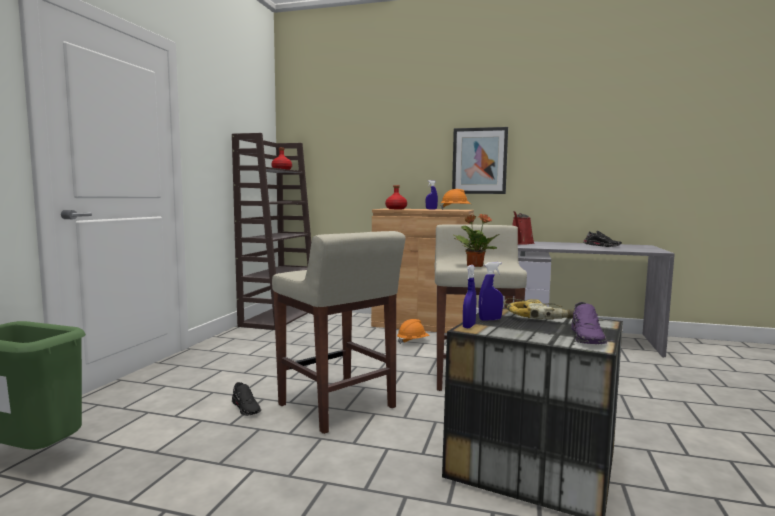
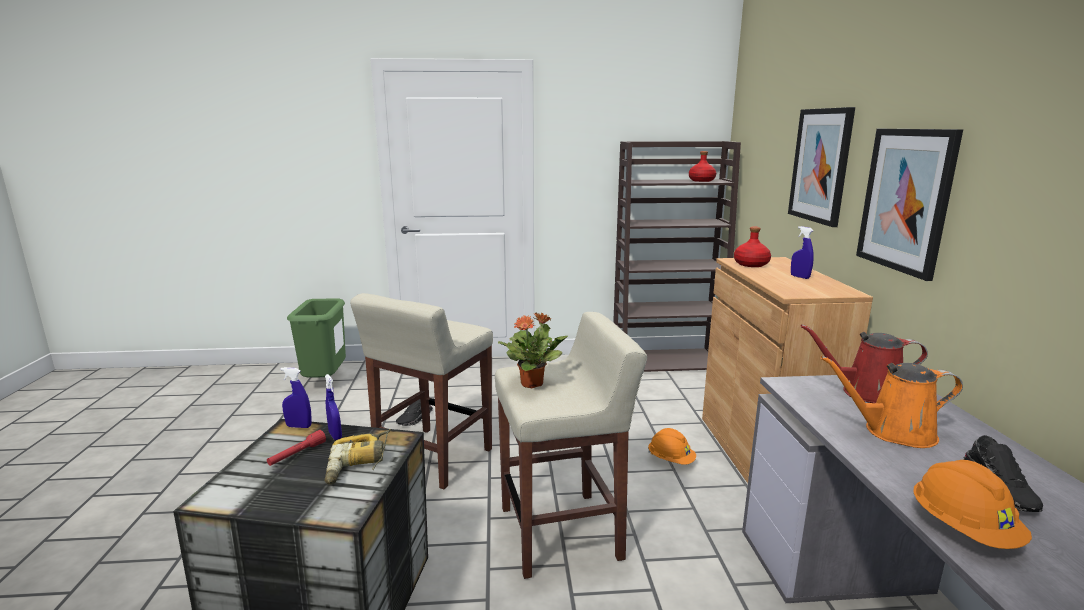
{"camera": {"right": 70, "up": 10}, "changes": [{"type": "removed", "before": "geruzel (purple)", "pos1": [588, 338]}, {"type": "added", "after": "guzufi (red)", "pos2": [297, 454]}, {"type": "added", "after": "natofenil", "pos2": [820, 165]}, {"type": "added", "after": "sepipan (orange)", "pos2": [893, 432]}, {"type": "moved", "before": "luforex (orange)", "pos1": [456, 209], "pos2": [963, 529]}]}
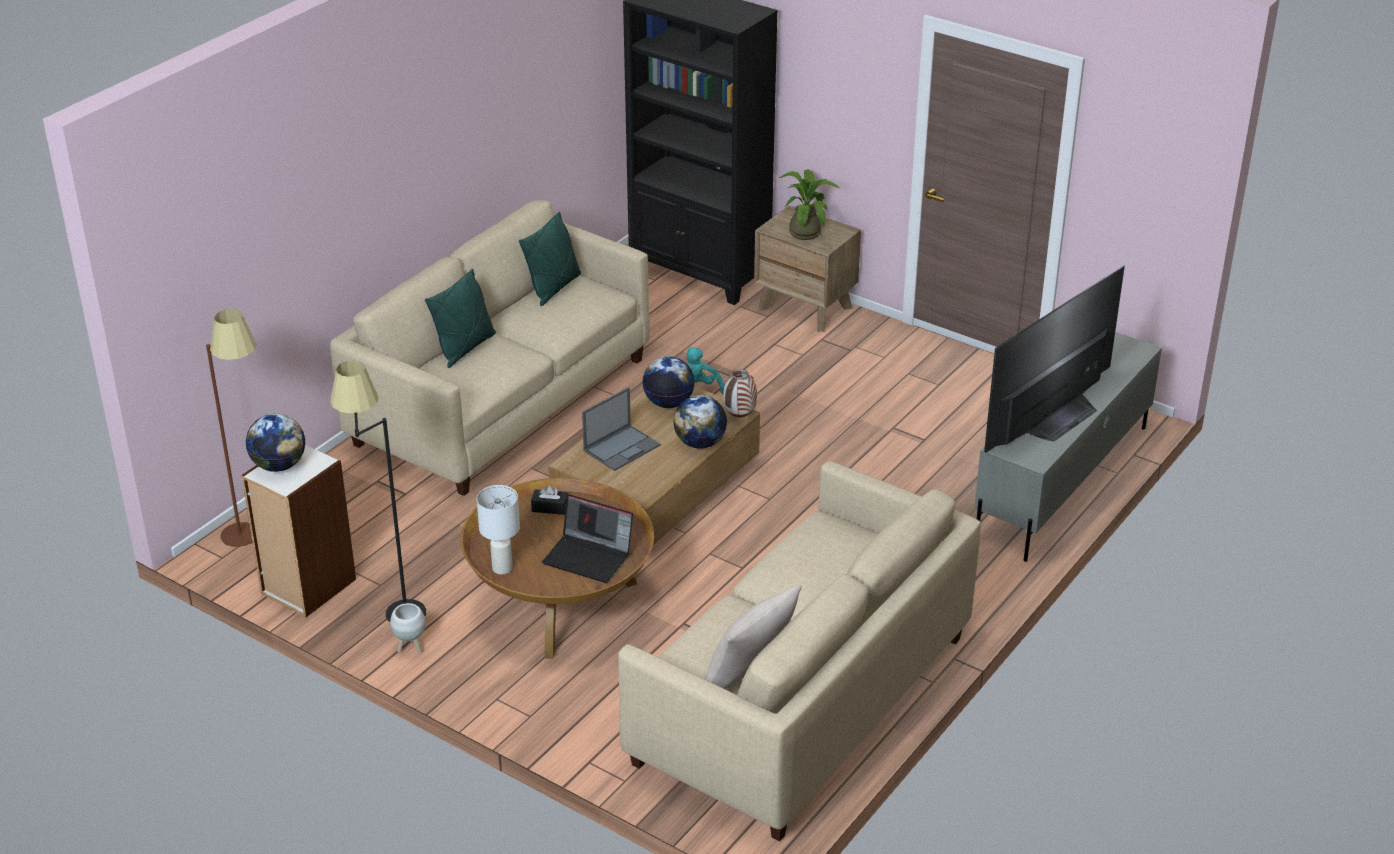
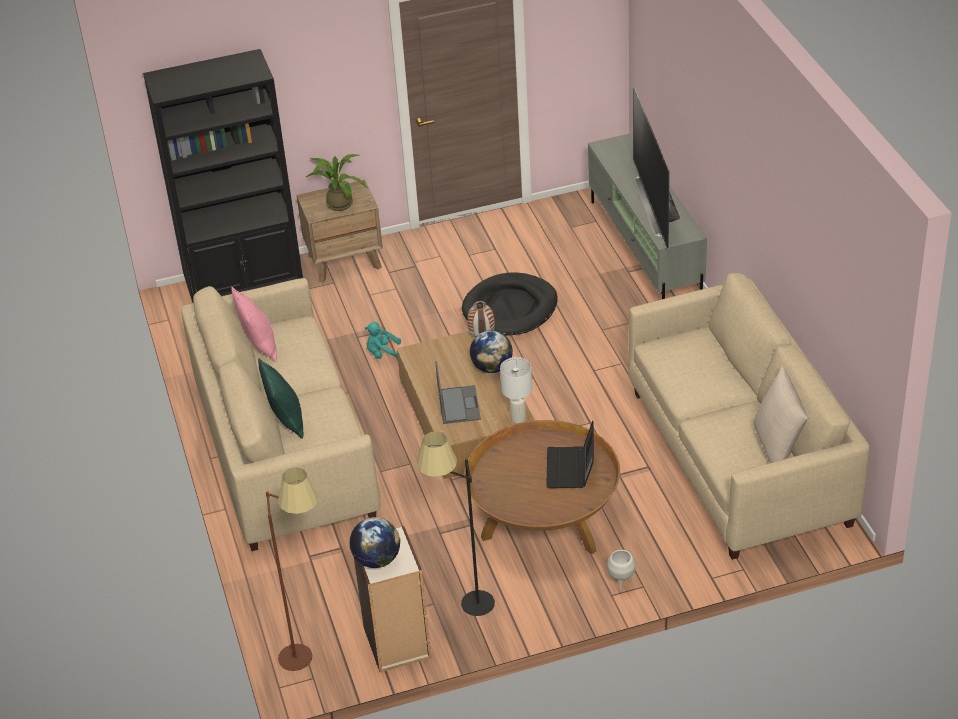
{"camera": {"right": -50, "up": 5}, "changes": [{"type": "removed", "before": "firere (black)", "pos1": [550, 508]}, {"type": "removed", "before": "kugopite", "pos1": [668, 403]}, {"type": "added", "after": "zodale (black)", "pos2": [510, 308]}, {"type": "moved", "before": "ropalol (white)", "pos1": [410, 648], "pos2": [621, 584]}, {"type": "moved", "before": "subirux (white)", "pos1": [502, 568], "pos2": [518, 418]}, {"type": "recoloured", "before": "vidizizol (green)", "after": "vidizizol (pink)", "pos1": [554, 288], "pos2": [260, 346]}, {"type": "turned", "before": "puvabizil", "pos1": [589, 557], "pos2": [571, 469], "turn": 120}]}
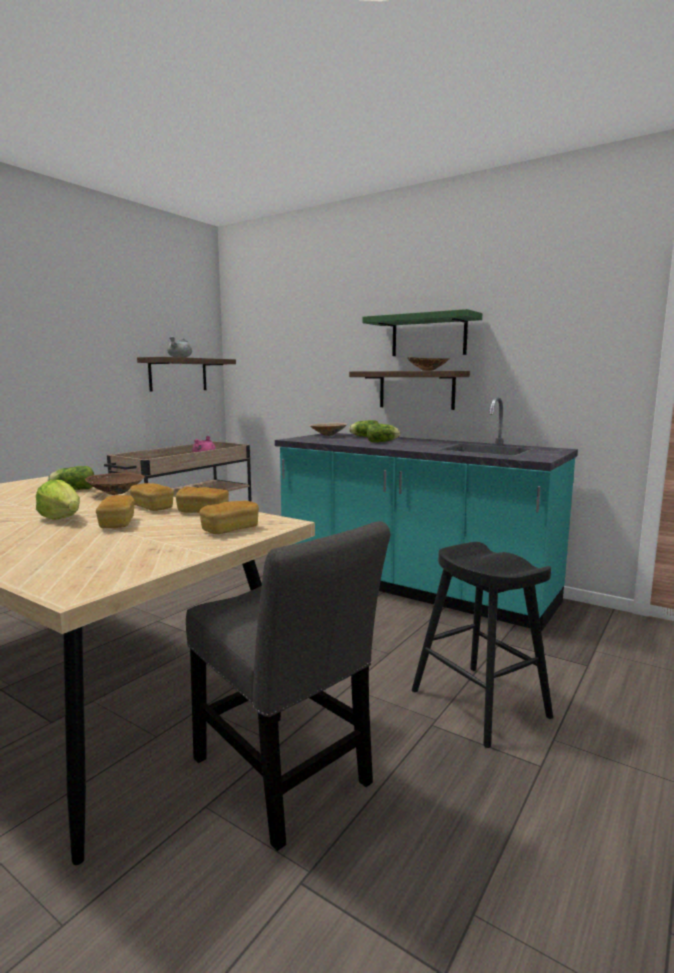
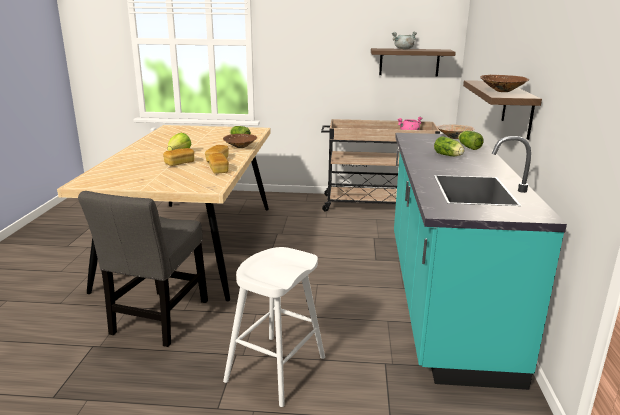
{"camera": {"right": 60, "up": 10}, "changes": [{"type": "removed", "before": "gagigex", "pos1": [230, 529]}, {"type": "removed", "before": "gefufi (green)", "pos1": [428, 336]}, {"type": "recoloured", "before": "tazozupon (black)", "after": "tazozupon (white)", "pos1": [479, 704], "pos2": [275, 369]}]}
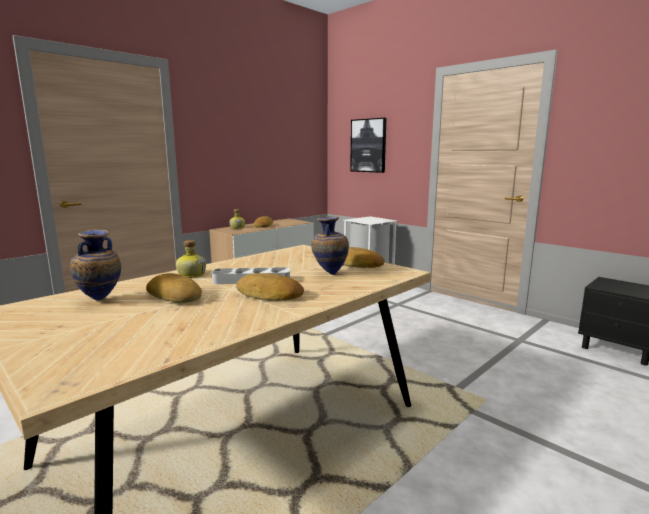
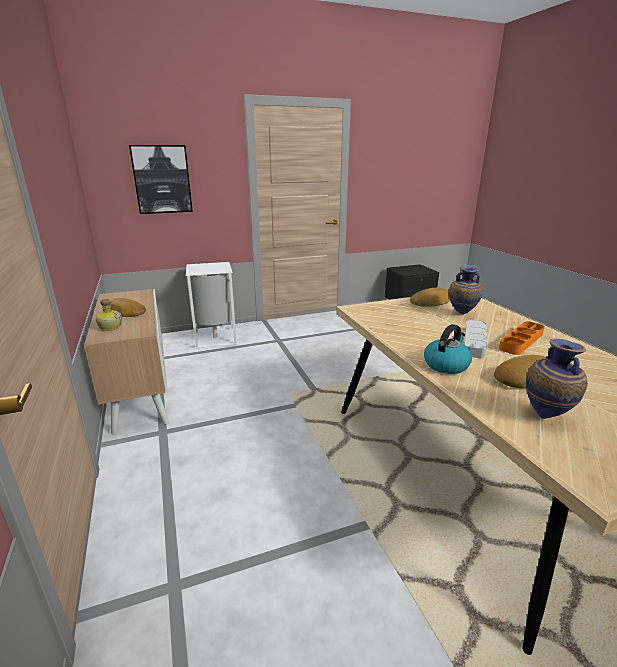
{"camera": {"right": -65, "up": 10}, "changes": [{"type": "replaced", "before": "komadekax", "after": "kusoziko", "pos1": [191, 274], "pos2": [446, 365]}, {"type": "replaced", "before": "gagigex", "after": "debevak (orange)", "pos1": [269, 294], "pos2": [521, 341]}]}
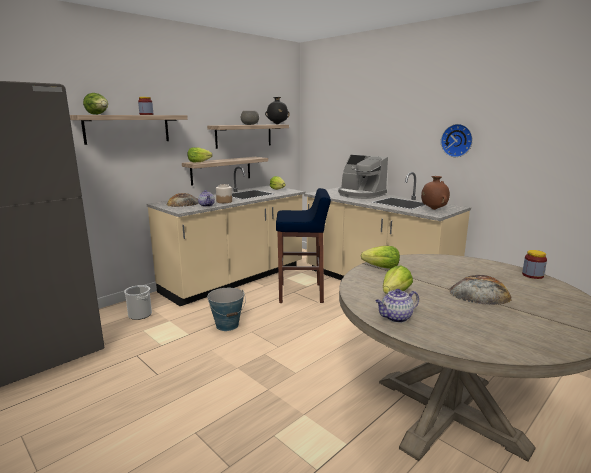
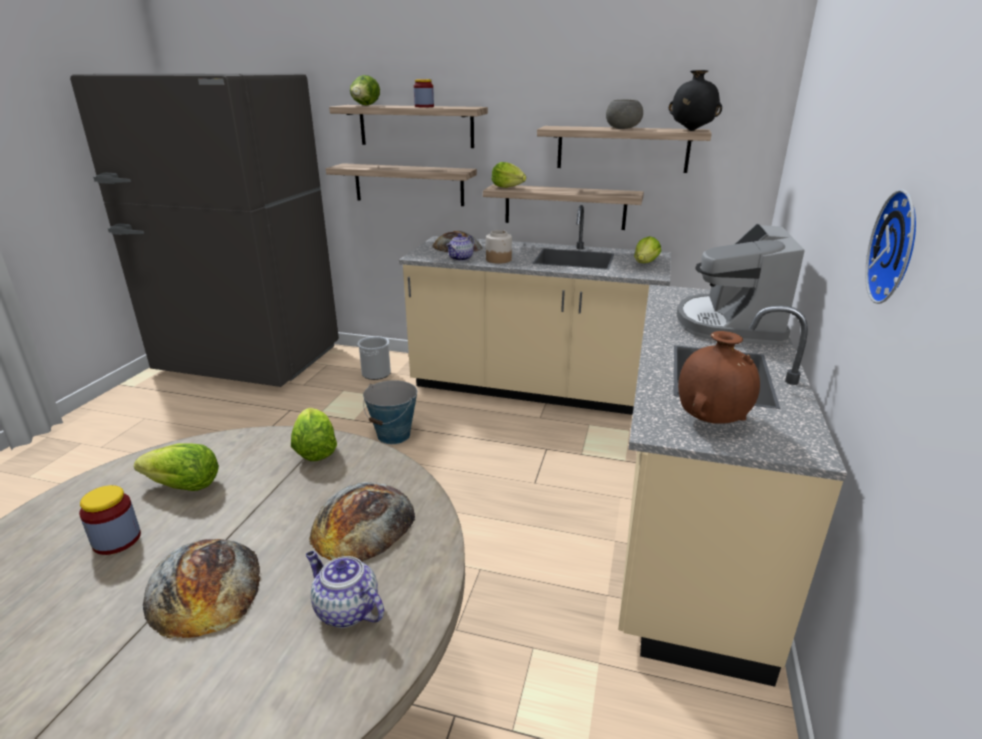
{"camera": {"right": 60, "up": 10}, "changes": [{"type": "removed", "before": "tazozupon (blue)", "pos1": [302, 293]}, {"type": "added", "after": "gagigex", "pos2": [363, 523]}, {"type": "added", "after": "gefufi", "pos2": [408, 184]}, {"type": "moved", "before": "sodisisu", "pos1": [396, 318], "pos2": [345, 610]}, {"type": "moved", "before": "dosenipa", "pos1": [532, 275], "pos2": [117, 540]}]}
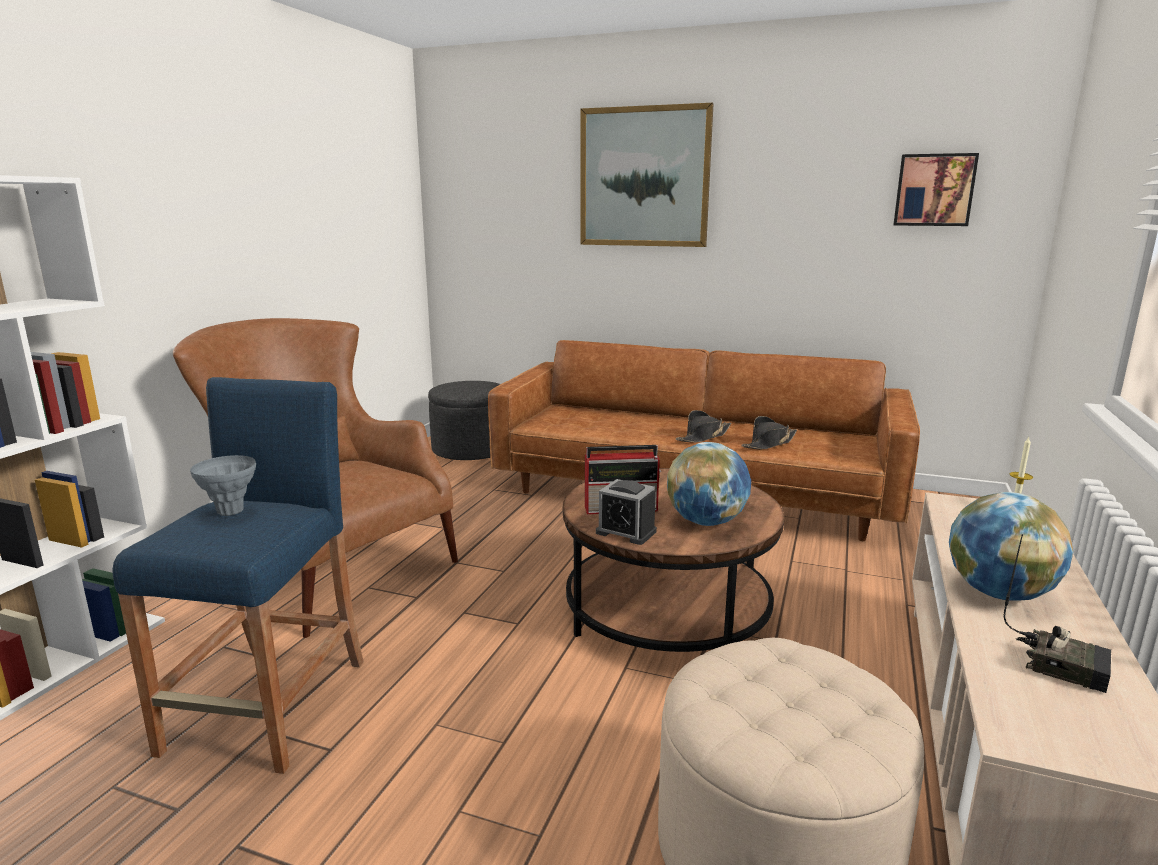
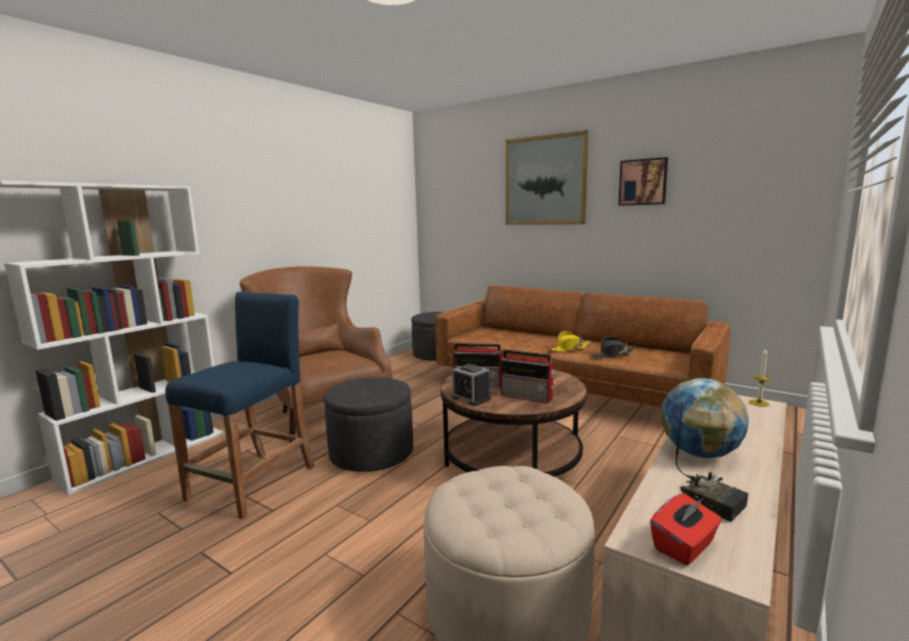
{"camera": {"right": 15, "up": -5}, "changes": [{"type": "removed", "before": "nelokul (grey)", "pos1": [230, 512]}, {"type": "added", "after": "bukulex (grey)", "pos2": [371, 453]}, {"type": "added", "after": "firere (red)", "pos2": [684, 546]}, {"type": "moved", "before": "natofenil", "pos1": [934, 190], "pos2": [643, 182]}, {"type": "replaced", "before": "kugopite", "after": "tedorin", "pos1": [706, 522], "pos2": [528, 396]}, {"type": "recoloured", "before": "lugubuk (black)", "after": "lugubuk (yellow)", "pos1": [703, 437], "pos2": [569, 349]}]}
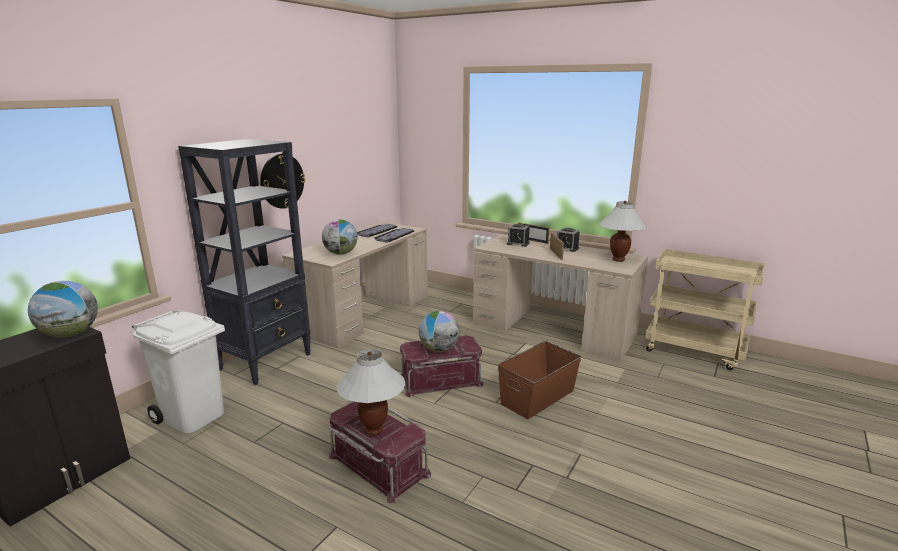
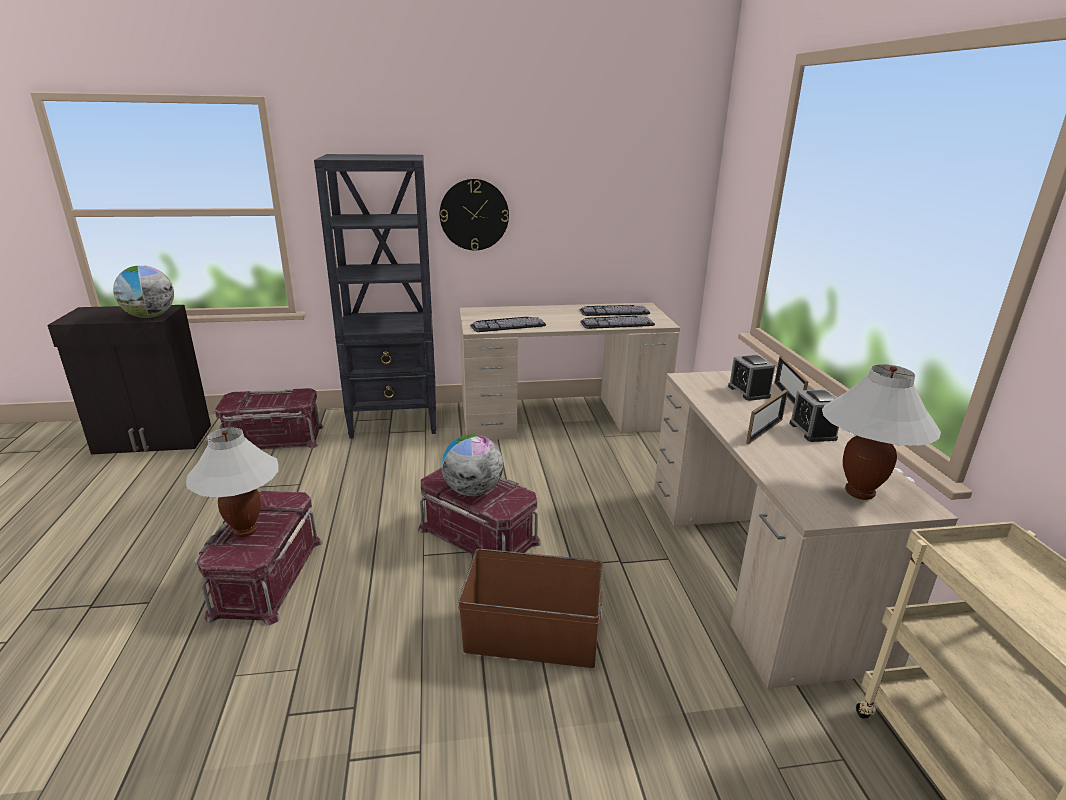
{"camera": {"right": 50, "up": 5}, "changes": [{"type": "replaced", "before": "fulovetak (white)", "after": "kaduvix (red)", "pos1": [192, 416], "pos2": [273, 439]}, {"type": "replaced", "before": "kugopite", "after": "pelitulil", "pos1": [341, 253], "pos2": [507, 324]}]}
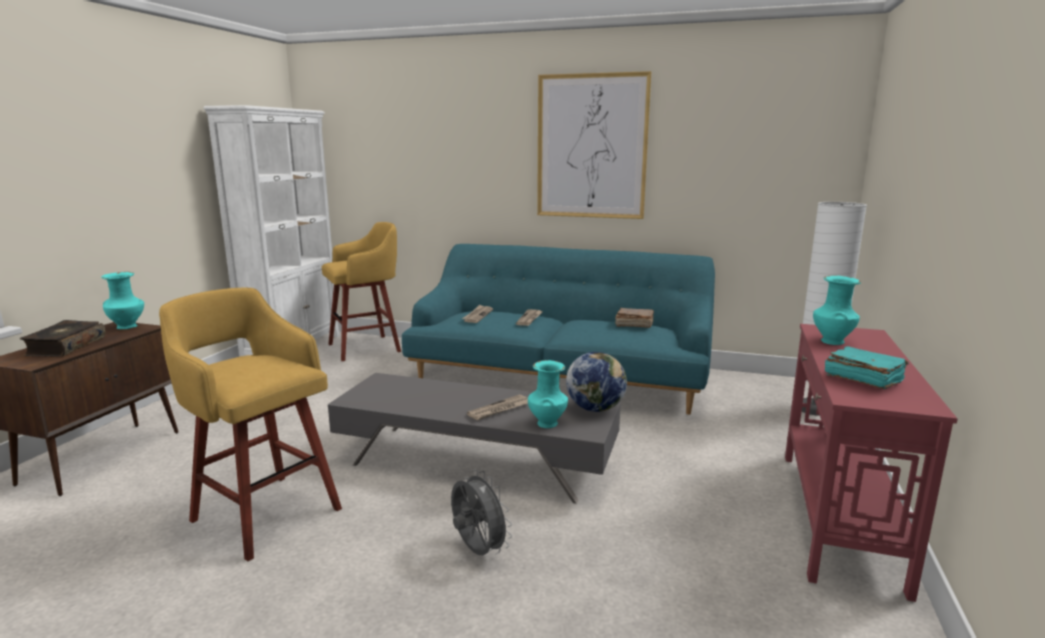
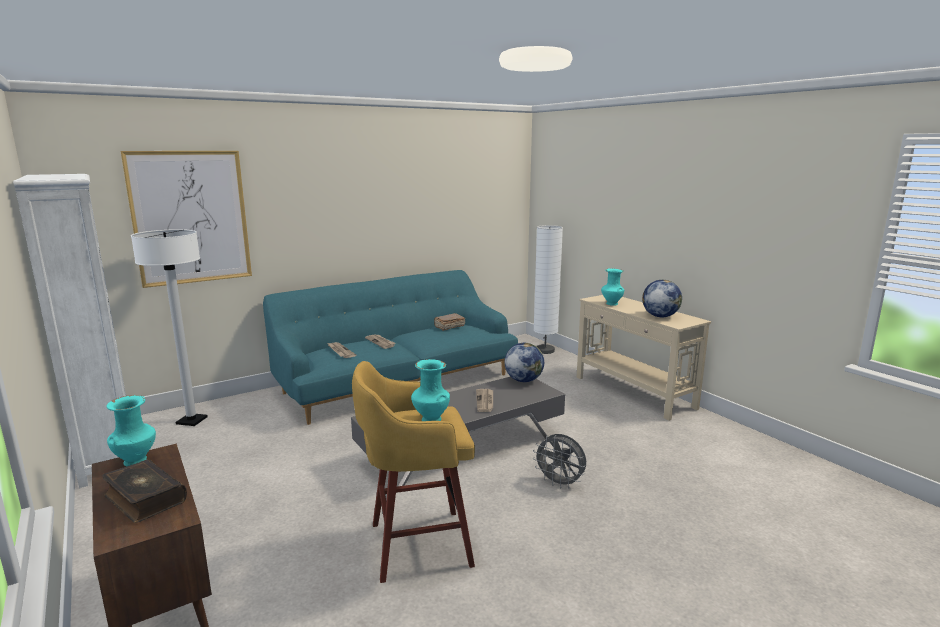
{"camera": {"right": -50, "up": 0}, "changes": [{"type": "moved", "before": "nelokul (turquoise)", "pos1": [547, 423], "pos2": [430, 419]}, {"type": "moved", "before": "natofenil", "pos1": [591, 147], "pos2": [190, 217]}, {"type": "replaced", "before": "tazozupon (yellow)", "after": "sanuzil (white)", "pos1": [367, 347], "pos2": [192, 421]}, {"type": "replaced", "before": "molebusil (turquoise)", "after": "kugopite", "pos1": [862, 379], "pos2": [660, 316]}, {"type": "recoloured", "before": "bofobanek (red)", "after": "bofobanek (beige)", "pos1": [837, 516], "pos2": [634, 392]}, {"type": "turned", "before": "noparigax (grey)", "pos1": [477, 551], "pos2": [560, 483], "turn": -150}]}
